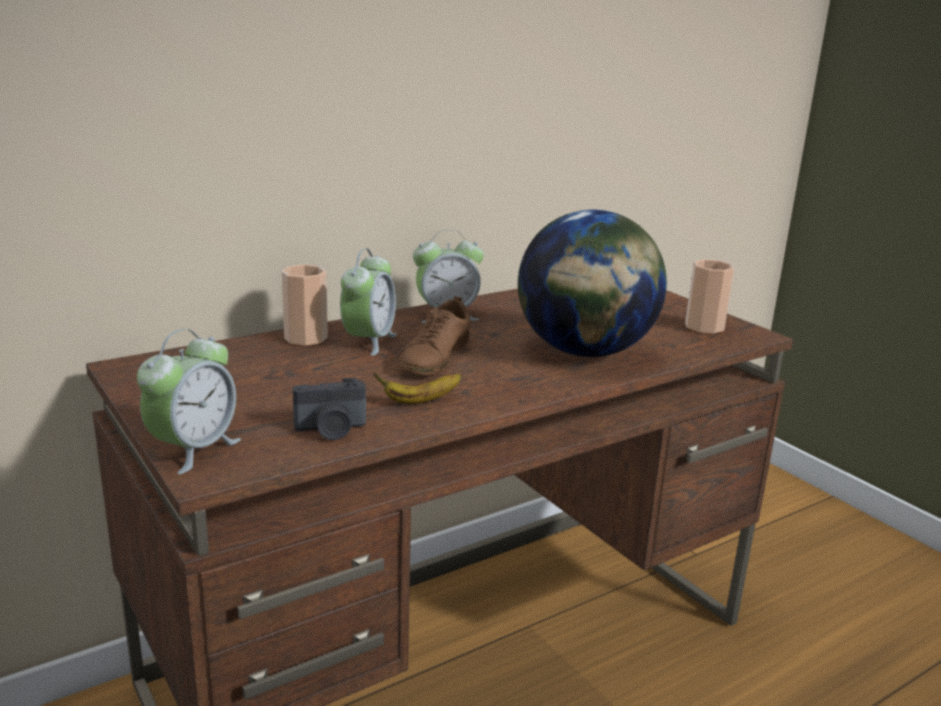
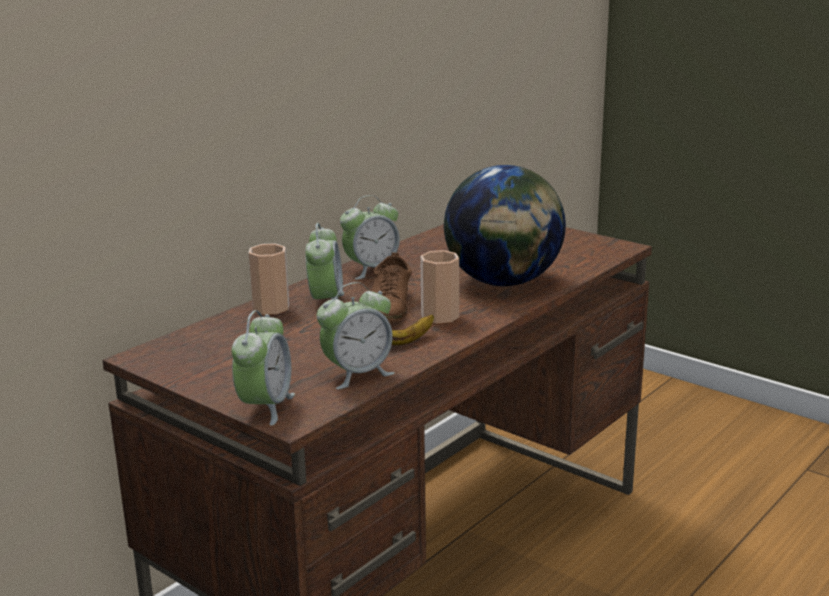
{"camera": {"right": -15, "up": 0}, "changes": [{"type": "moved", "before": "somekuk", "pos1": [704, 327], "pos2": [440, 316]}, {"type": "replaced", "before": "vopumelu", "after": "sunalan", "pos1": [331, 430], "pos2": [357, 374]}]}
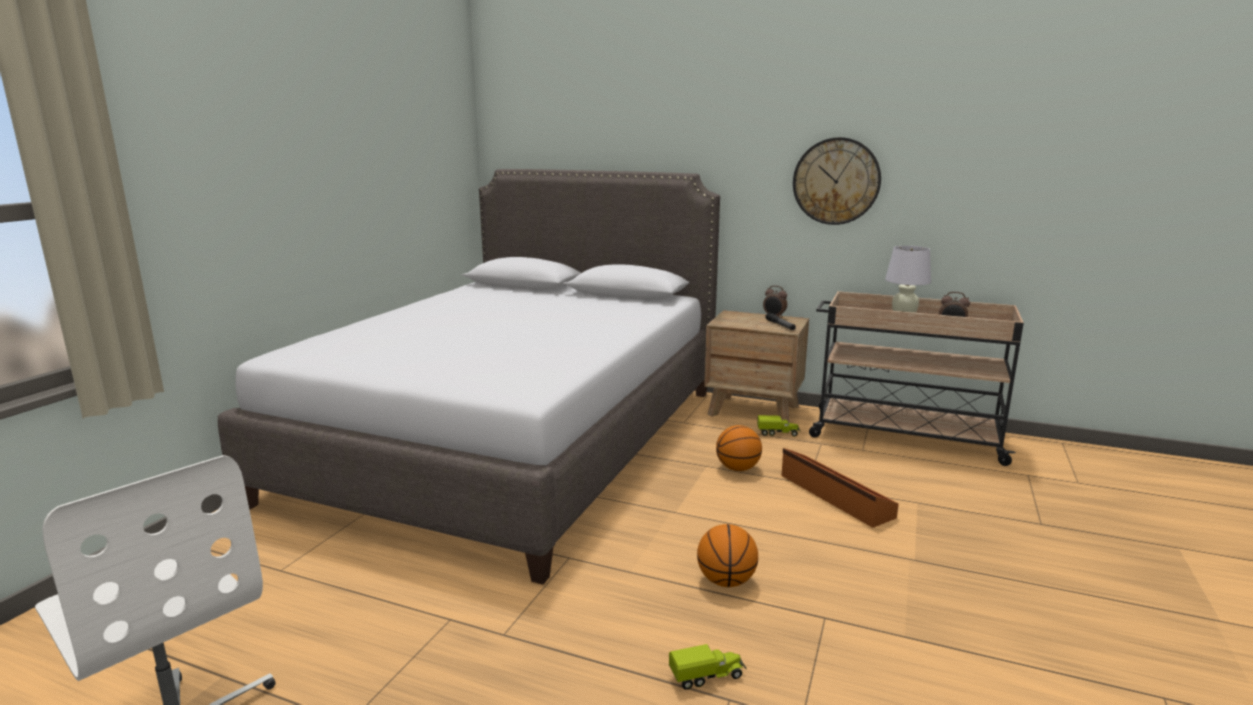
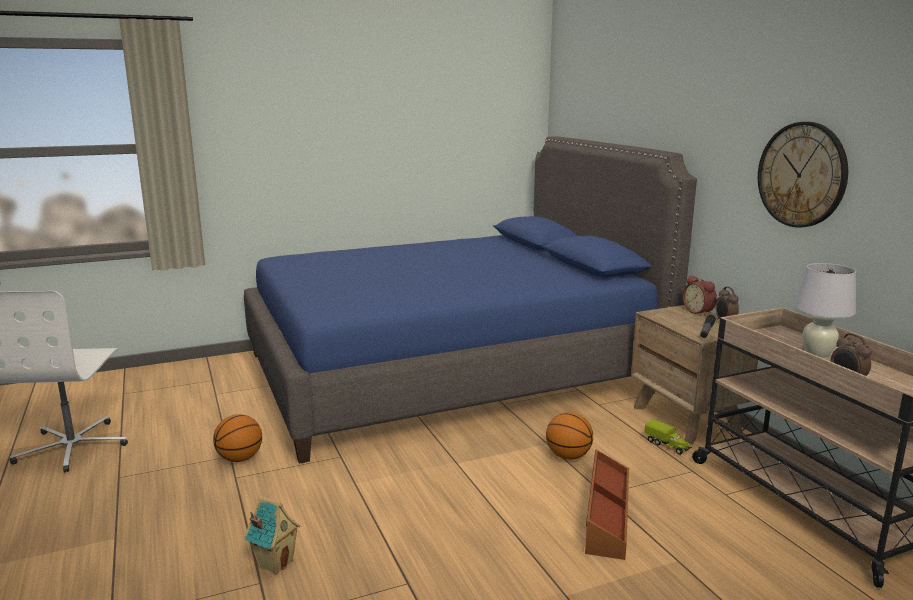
{"camera": {"right": 45, "up": 0}, "changes": [{"type": "added", "after": "sunalan", "pos2": [699, 312]}, {"type": "moved", "before": "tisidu", "pos1": [726, 581], "pos2": [240, 458]}, {"type": "replaced", "before": "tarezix", "after": "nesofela", "pos1": [707, 676], "pos2": [275, 563]}, {"type": "recoloured", "before": "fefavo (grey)", "after": "fefavo (blue)", "pos1": [513, 440], "pos2": [449, 370]}]}
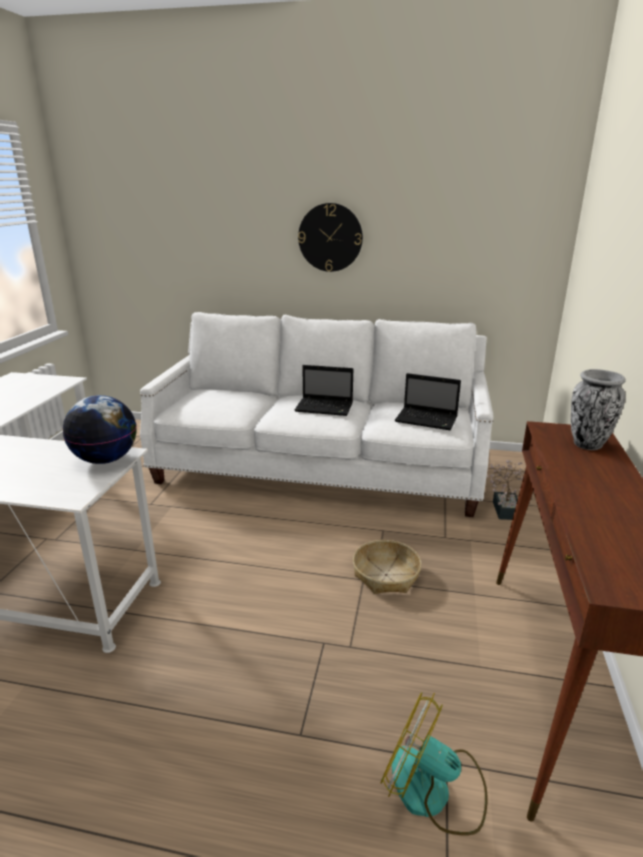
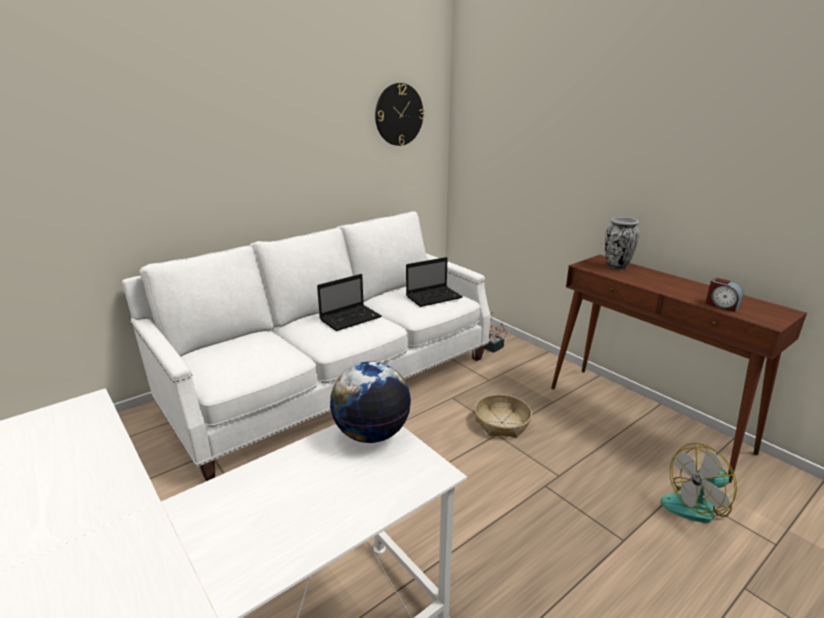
{"camera": {"right": -50, "up": 0}, "changes": [{"type": "added", "after": "sunalan", "pos2": [721, 305]}, {"type": "moved", "before": "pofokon", "pos1": [330, 237], "pos2": [399, 114]}]}
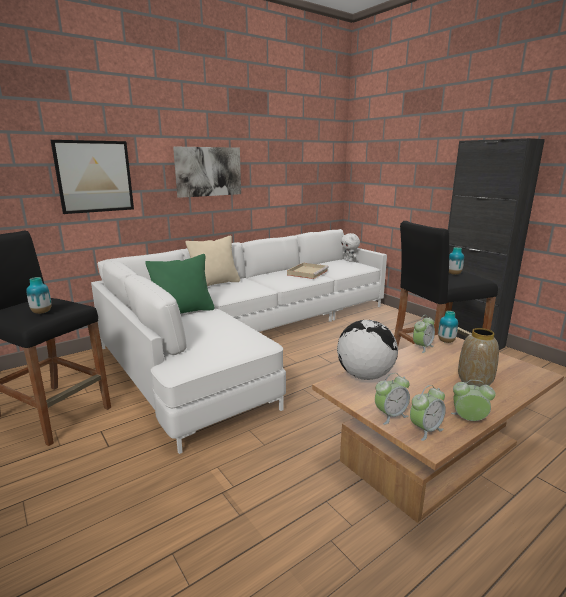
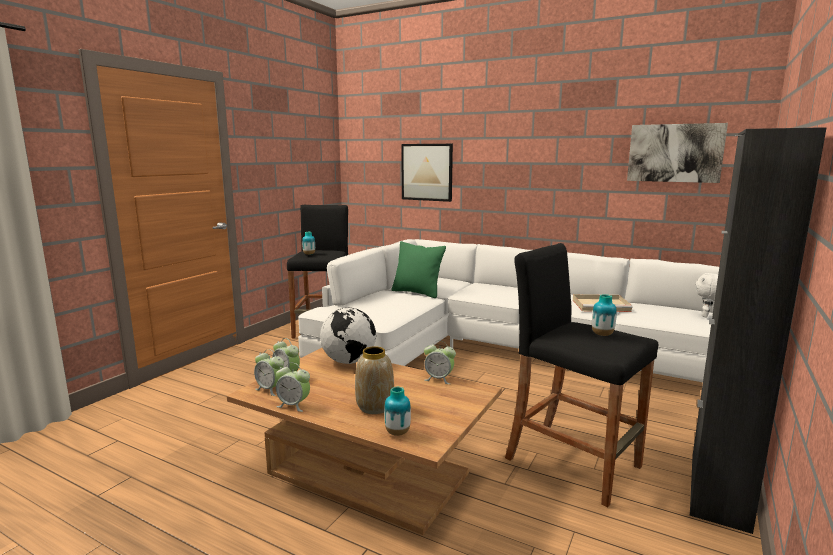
{"camera": {"right": 65, "up": -5}, "changes": [{"type": "removed", "before": "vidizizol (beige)", "pos1": [215, 284]}, {"type": "moved", "before": "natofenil", "pos1": [208, 171], "pos2": [675, 153]}, {"type": "moved", "before": "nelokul", "pos1": [446, 341], "pos2": [397, 432]}, {"type": "turned", "before": "sunalan", "pos1": [468, 420], "pos2": [294, 405], "turn": 120}]}
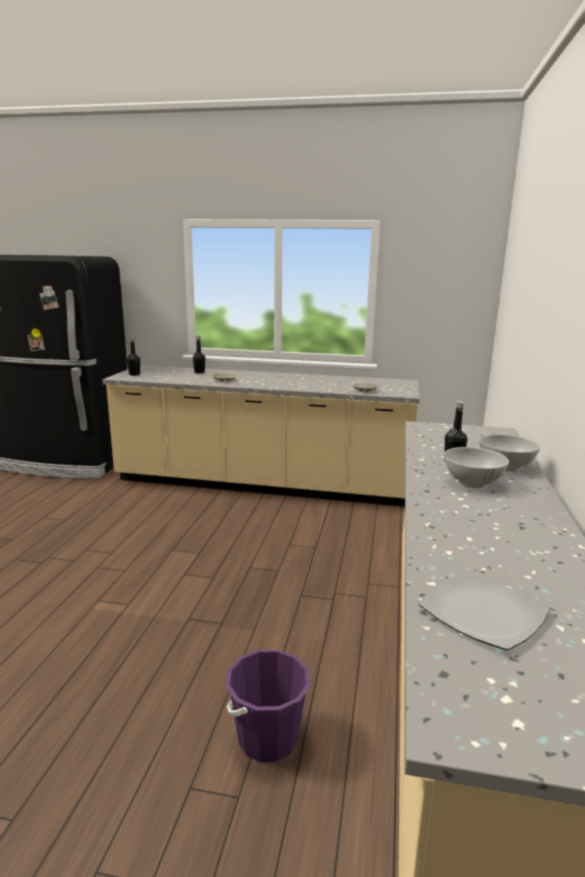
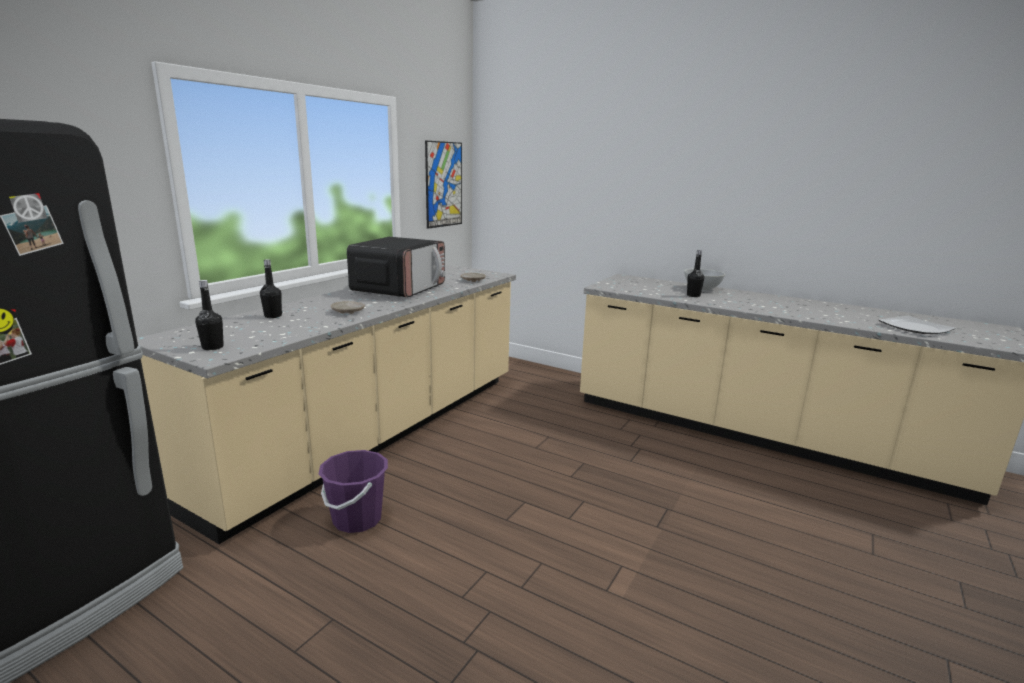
{"camera": {"right": -70, "up": 0}, "changes": [{"type": "removed", "before": "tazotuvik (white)", "pos1": [472, 482]}, {"type": "added", "after": "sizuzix", "pos2": [399, 289]}, {"type": "added", "after": "natofenil", "pos2": [444, 184]}, {"type": "moved", "before": "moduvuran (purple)", "pos1": [267, 738], "pos2": [357, 519]}]}
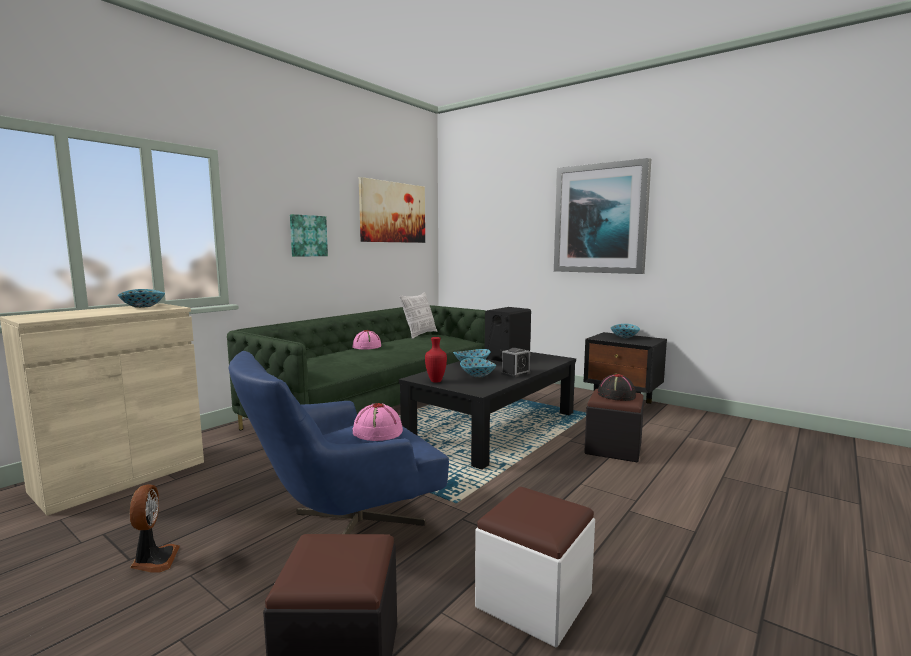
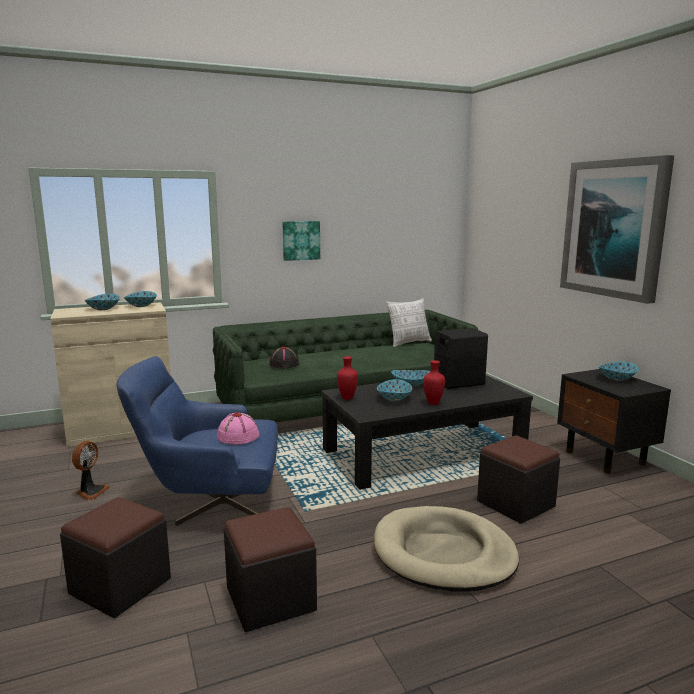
{"camera": {"right": 30, "up": 5}, "changes": [{"type": "removed", "before": "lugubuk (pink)", "pos1": [367, 347]}, {"type": "removed", "before": "natofenil", "pos1": [393, 212]}, {"type": "added", "after": "tazotuvik", "pos2": [103, 309]}, {"type": "added", "after": "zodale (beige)", "pos2": [443, 553]}, {"type": "moved", "before": "lugubuk (black)", "pos1": [616, 395], "pos2": [284, 364]}, {"type": "replaced", "before": "sunalan", "after": "nelokul (red)", "pos1": [515, 373], "pos2": [433, 403]}, {"type": "recoloured", "before": "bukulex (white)", "after": "bukulex (black)", "pos1": [534, 600], "pos2": [270, 599]}]}
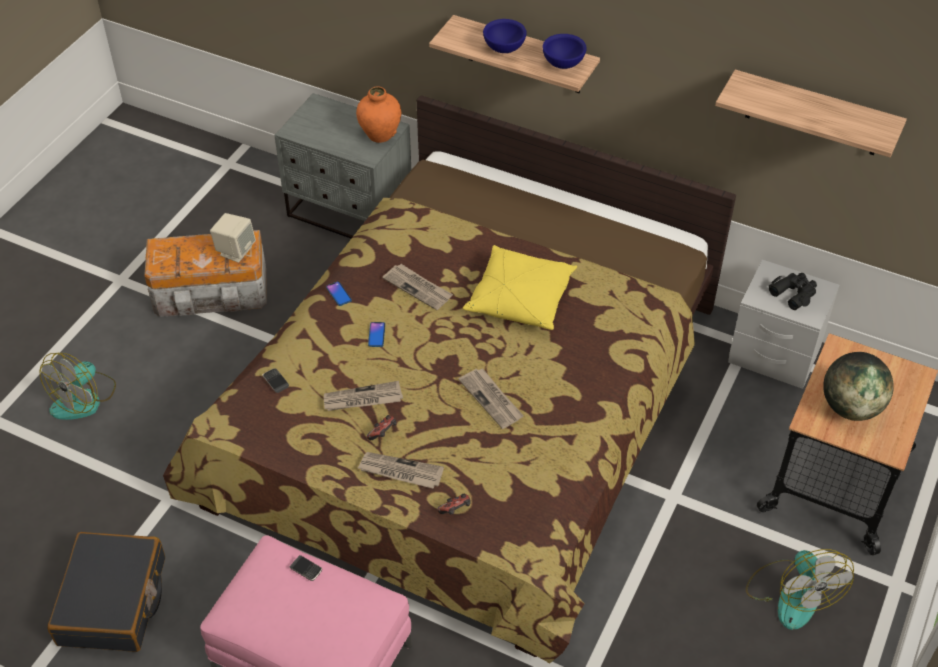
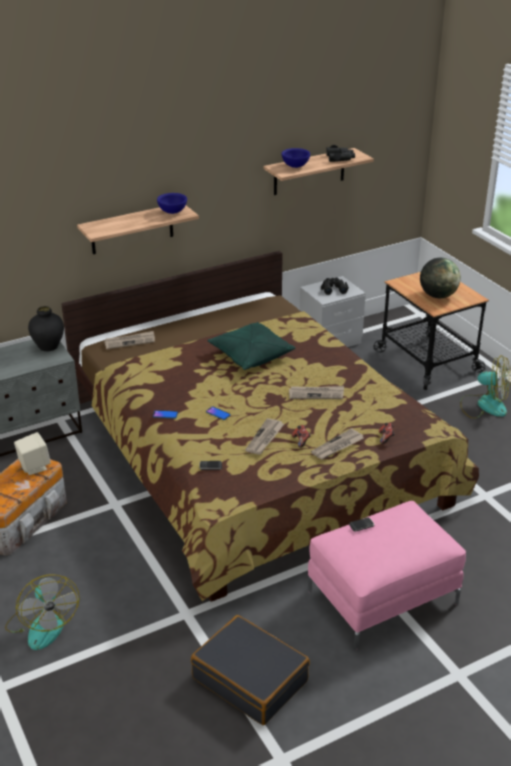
{"camera": {"right": -55, "up": -15}, "changes": [{"type": "added", "after": "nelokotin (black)", "pos2": [340, 158]}, {"type": "moved", "before": "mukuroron", "pos1": [418, 288], "pos2": [130, 341]}, {"type": "moved", "before": "tazotuvik (blue)", "pos1": [504, 49], "pos2": [295, 166]}, {"type": "recoloured", "before": "nelokul (orange)", "after": "nelokul (black)", "pos1": [380, 135], "pos2": [48, 346]}, {"type": "recoloured", "before": "vidizizol (yellow)", "after": "vidizizol (green)", "pos1": [520, 299], "pos2": [250, 355]}]}
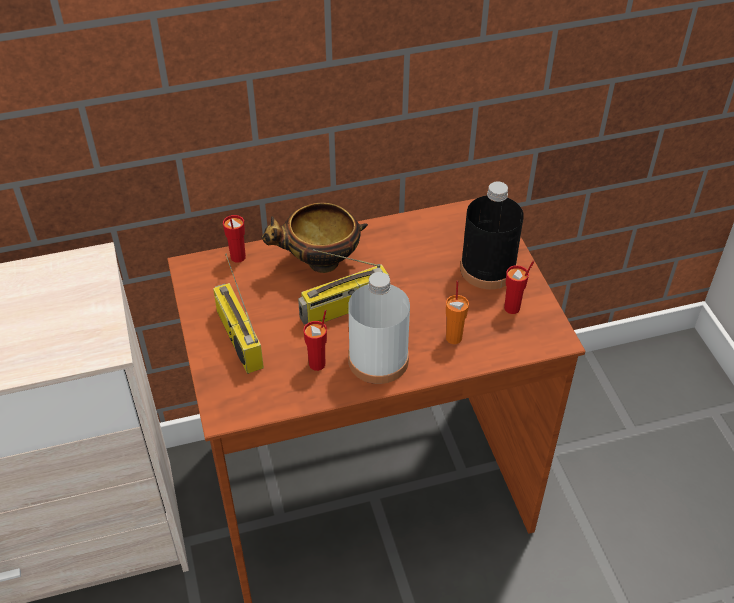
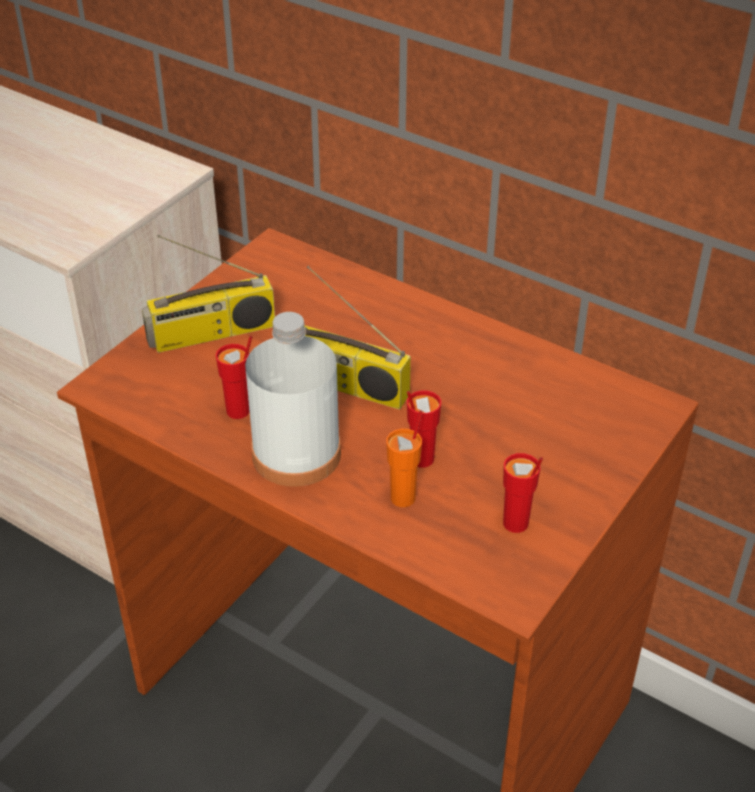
{"camera": {"right": 50, "up": -5}, "changes": [{"type": "removed", "before": "tazotuvik", "pos1": [320, 263]}, {"type": "removed", "before": "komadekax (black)", "pos1": [487, 269]}, {"type": "moved", "before": "somekuk (red)", "pos1": [237, 257], "pos2": [421, 459]}, {"type": "turned", "before": "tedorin", "pos1": [237, 338], "pos2": [211, 334], "turn": -135}]}
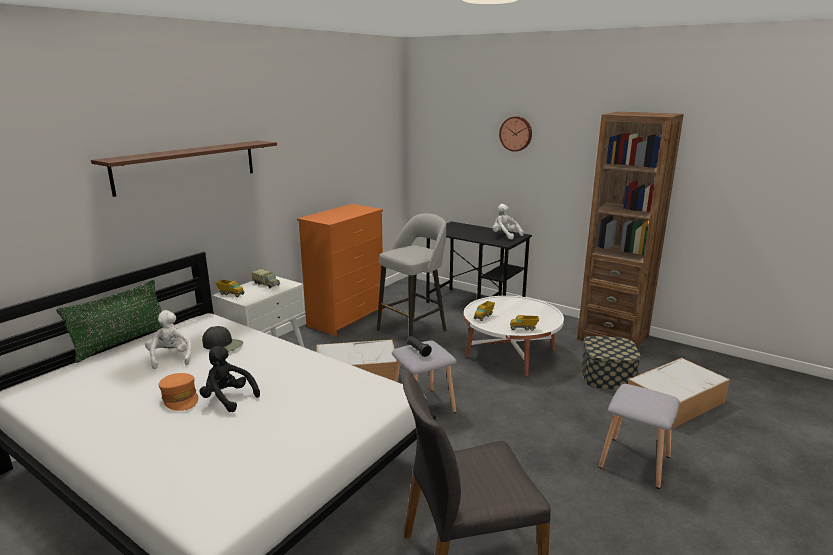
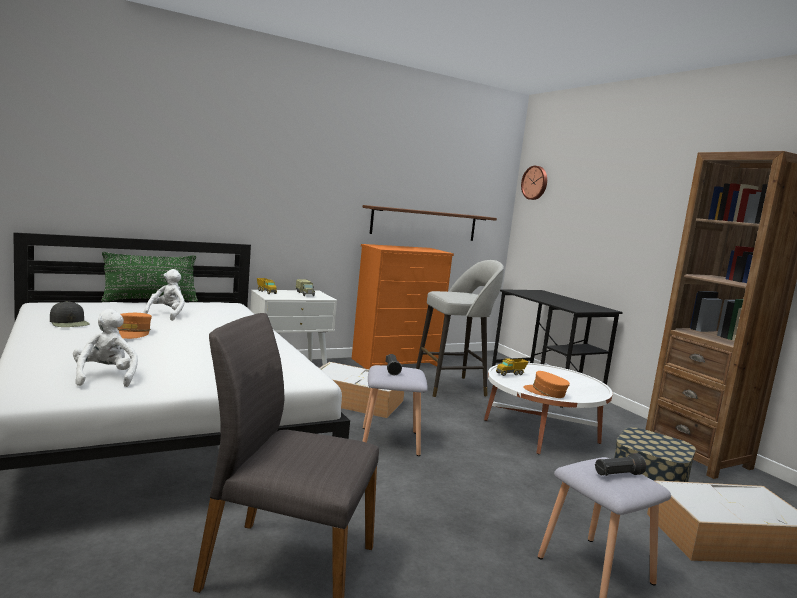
{"camera": {"right": 25, "up": -10}, "changes": [{"type": "removed", "before": "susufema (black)", "pos1": [228, 399]}, {"type": "added", "after": "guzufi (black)", "pos2": [617, 475]}, {"type": "moved", "before": "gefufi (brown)", "pos1": [187, 166], "pos2": [425, 224]}, {"type": "moved", "before": "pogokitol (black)", "pos1": [223, 344], "pos2": [69, 323]}, {"type": "moved", "before": "susufema (white)", "pos1": [505, 236], "pos2": [105, 377]}, {"type": "moved", "before": "pofokon", "pos1": [516, 133], "pos2": [535, 183]}, {"type": "replaced", "before": "tarezix", "after": "pogokitol (orange)", "pos1": [523, 328], "pos2": [545, 392]}]}
